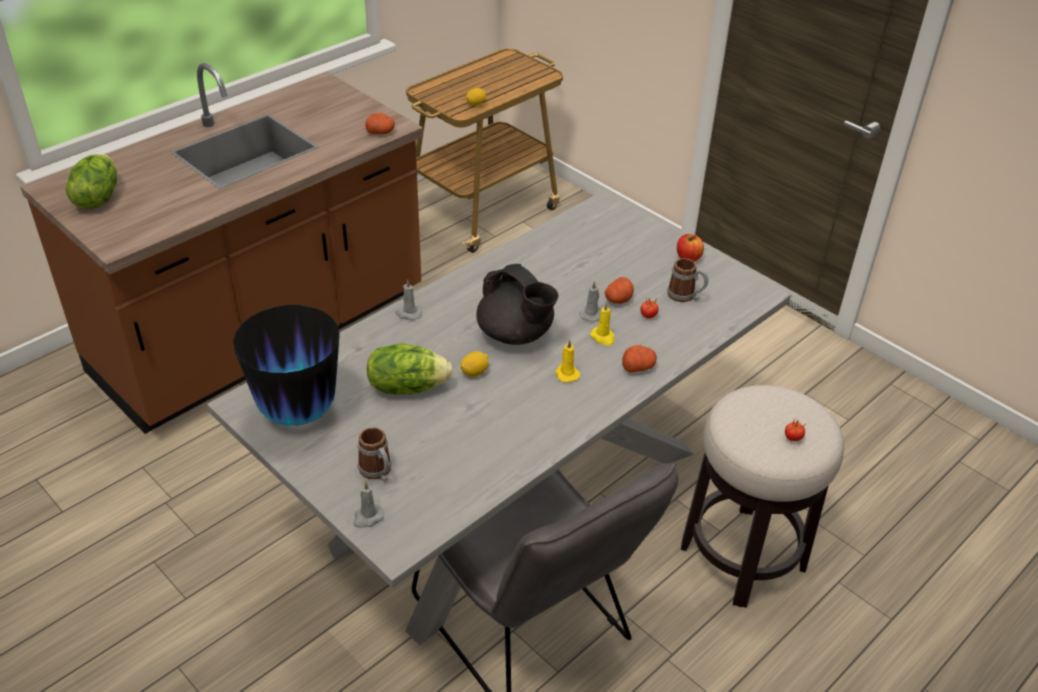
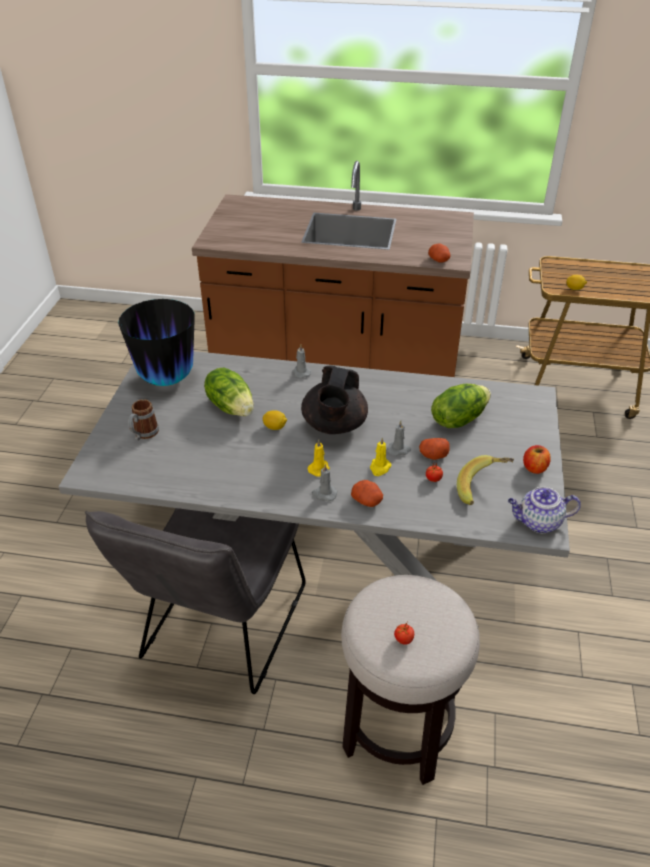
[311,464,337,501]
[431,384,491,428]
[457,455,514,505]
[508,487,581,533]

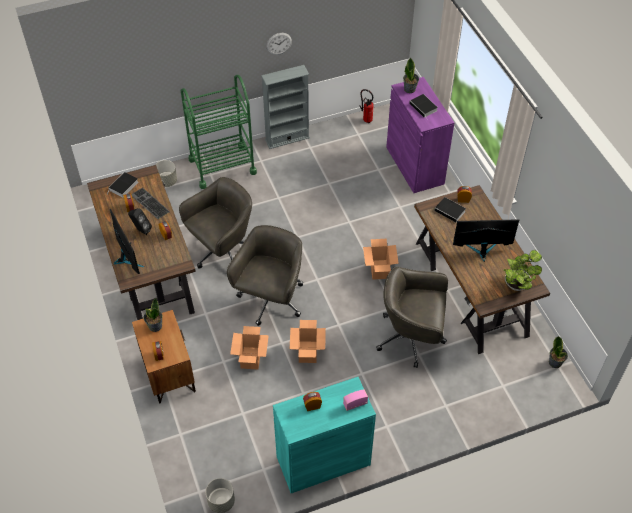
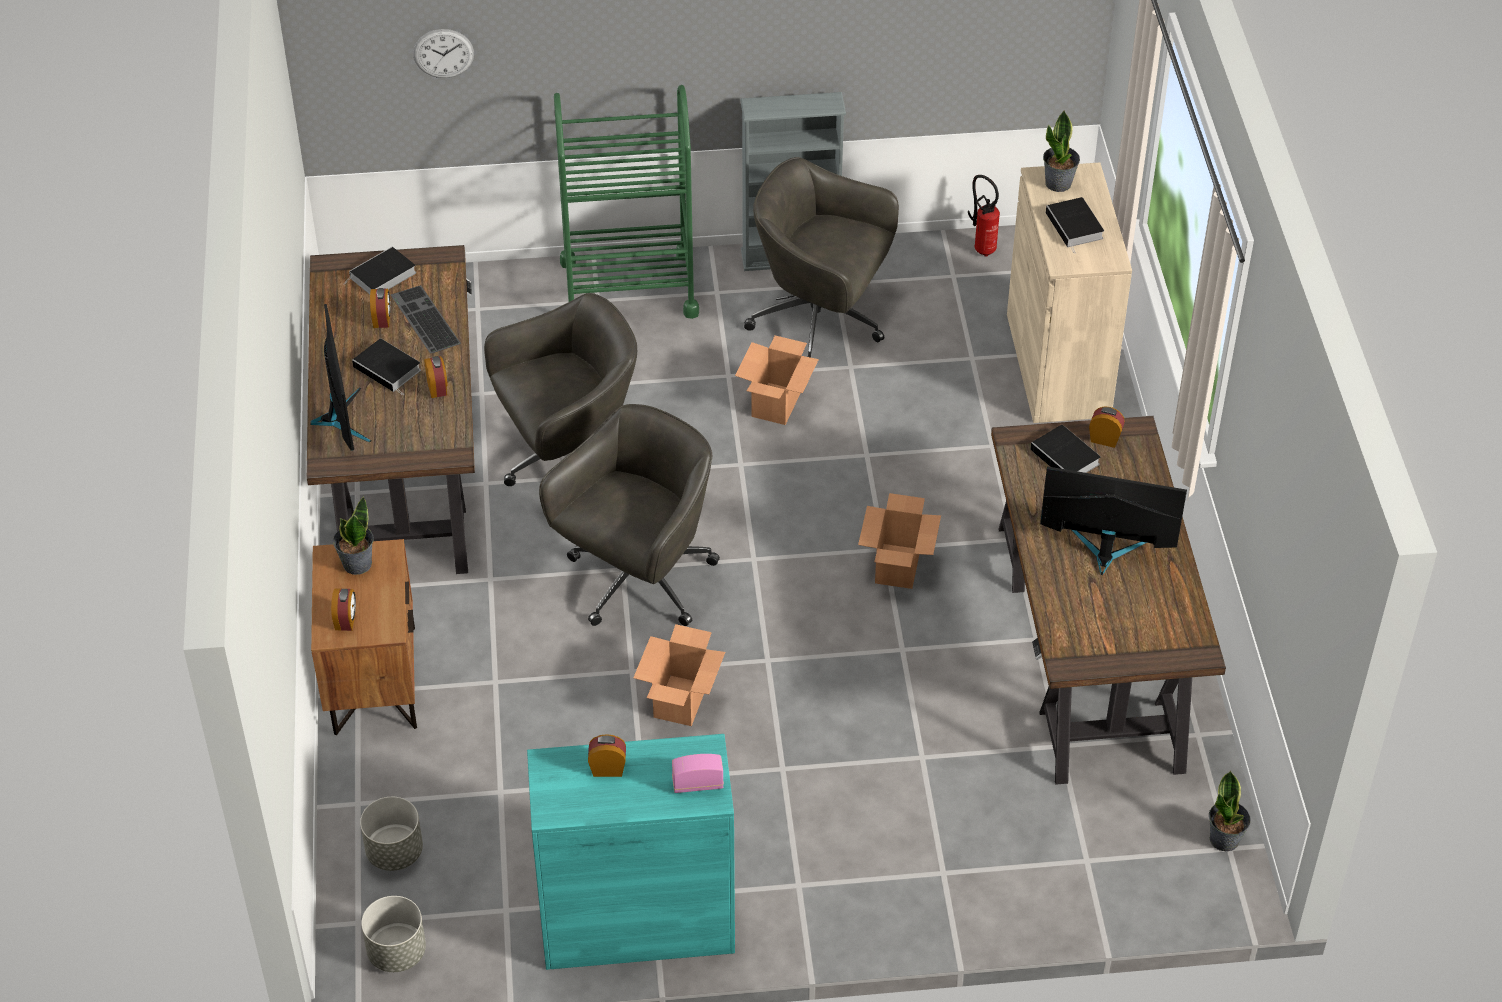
[352,339,421,395]
[360,797,423,871]
[413,29,474,78]
[735,336,819,425]
[744,157,899,358]
[1007,162,1132,423]
[504,250,542,291] (first image)

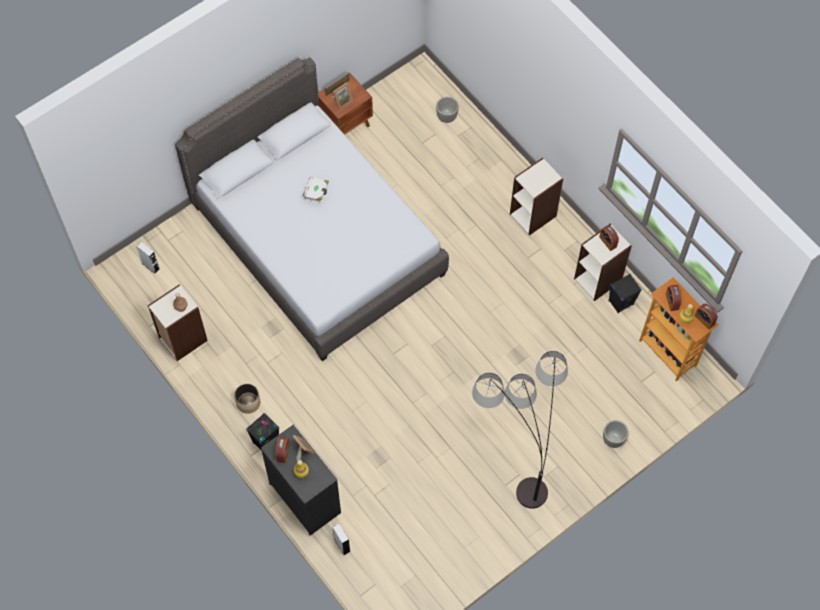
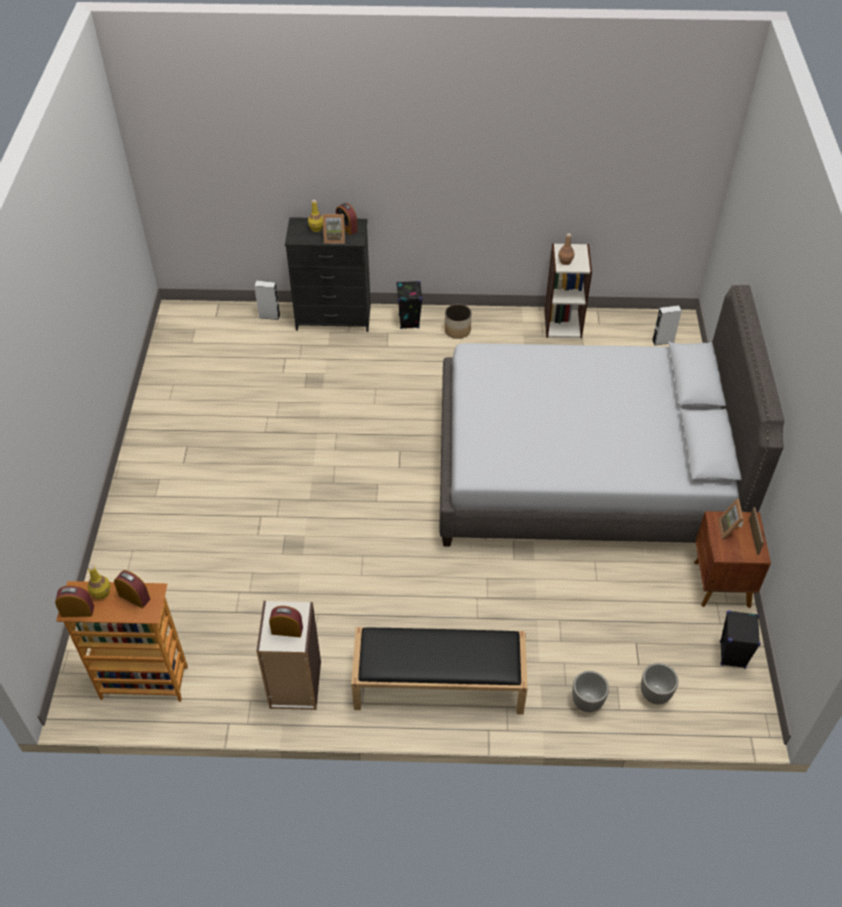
[351,627,528,714]
[572,671,609,712]
[720,610,761,669]
[302,177,329,203] (first image)
[472,351,568,509] (first image)

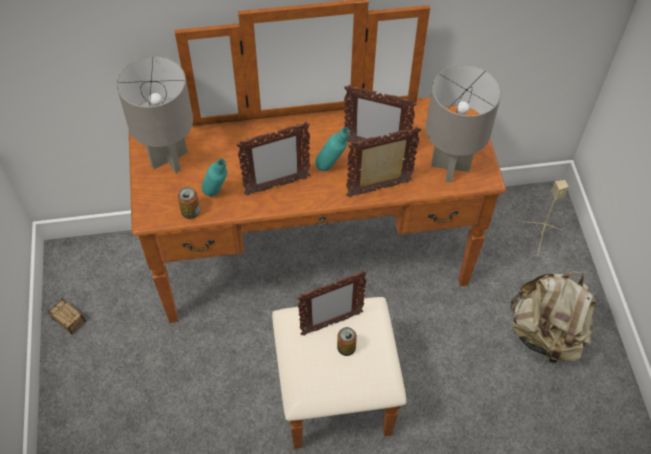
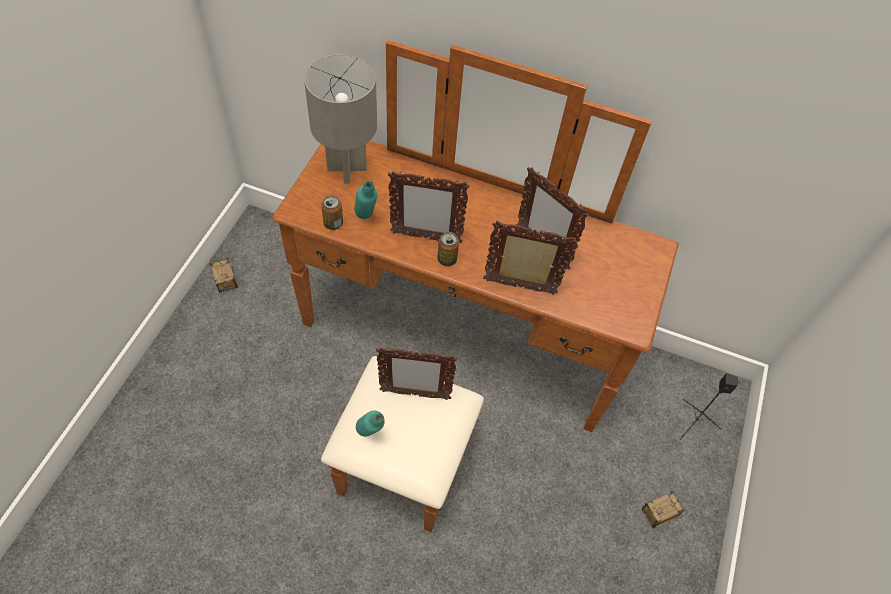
[356,410,385,437]
[437,232,459,266]
[642,491,685,529]
[679,373,738,440]
[426,64,501,183] (first image)

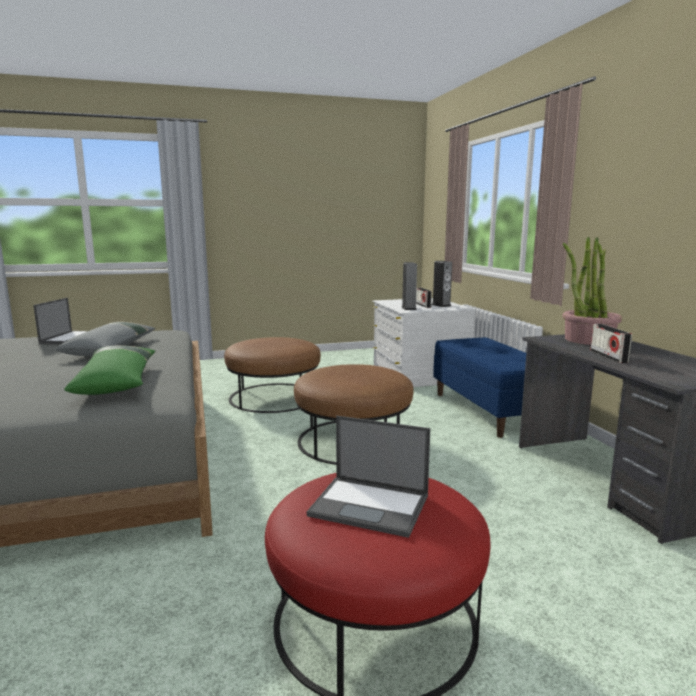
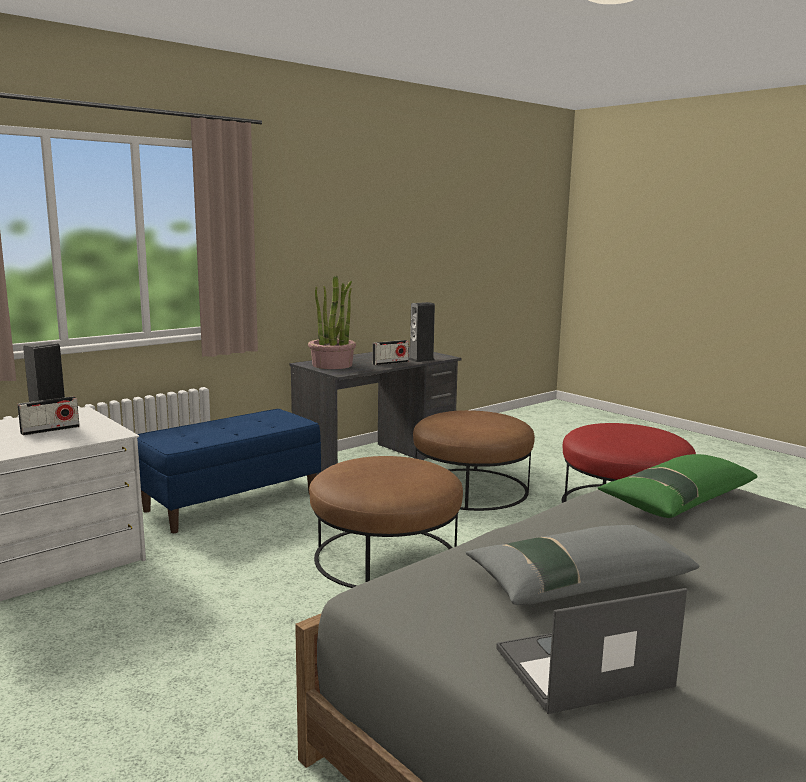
[408,302,435,362]
[413,410,535,511]
[307,416,431,538] (first image)

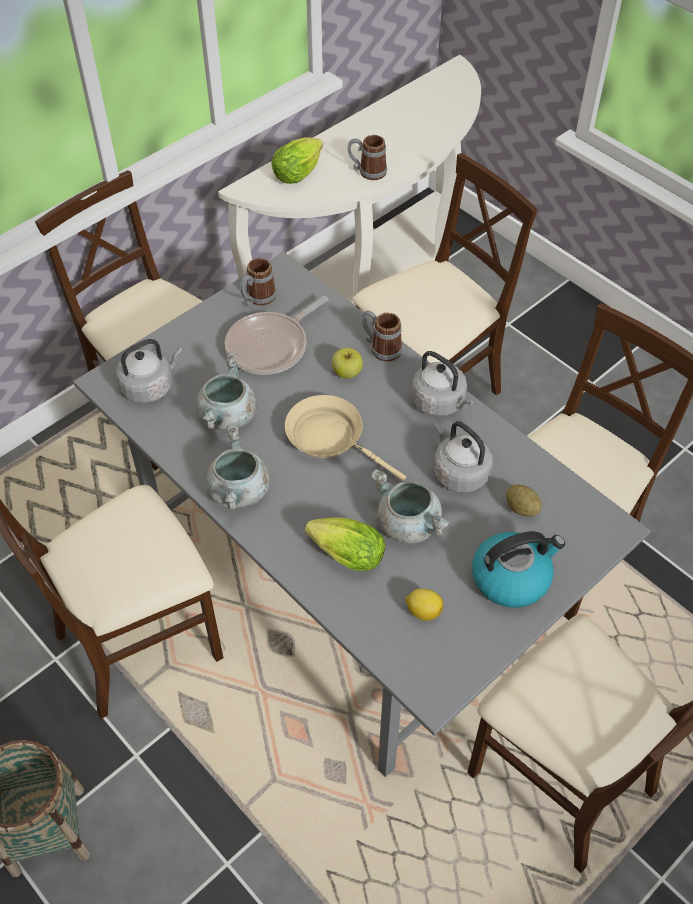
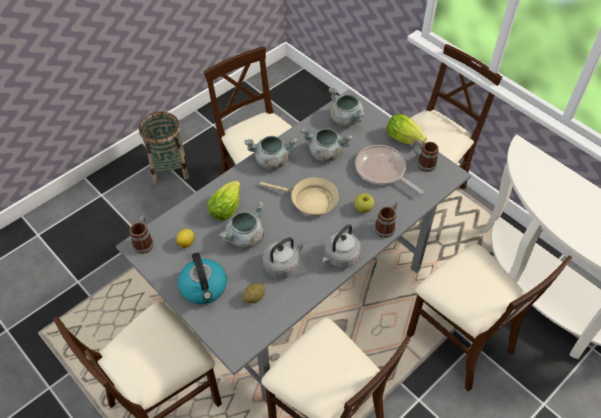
[130,215,154,254]
[260,178,339,216]
[328,87,365,126]
[387,114,427,145]

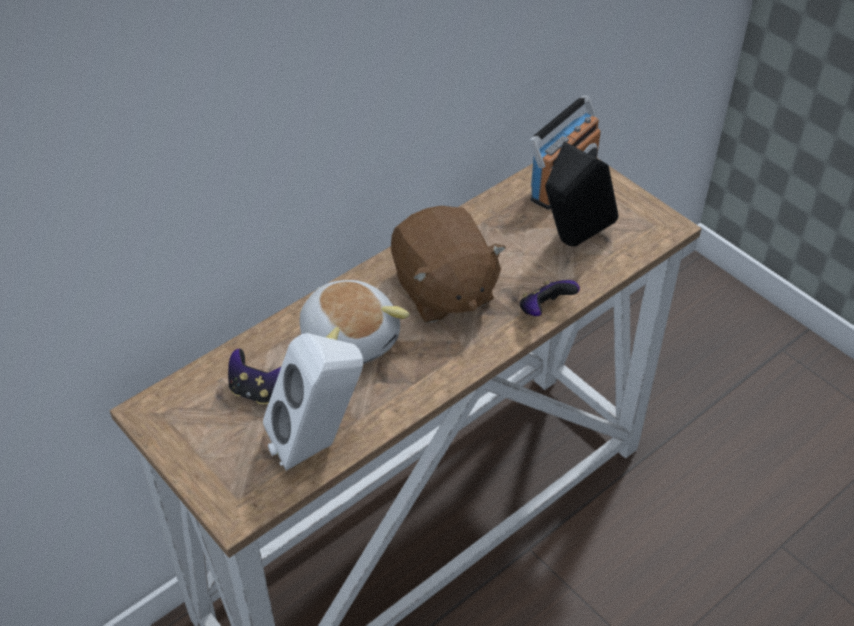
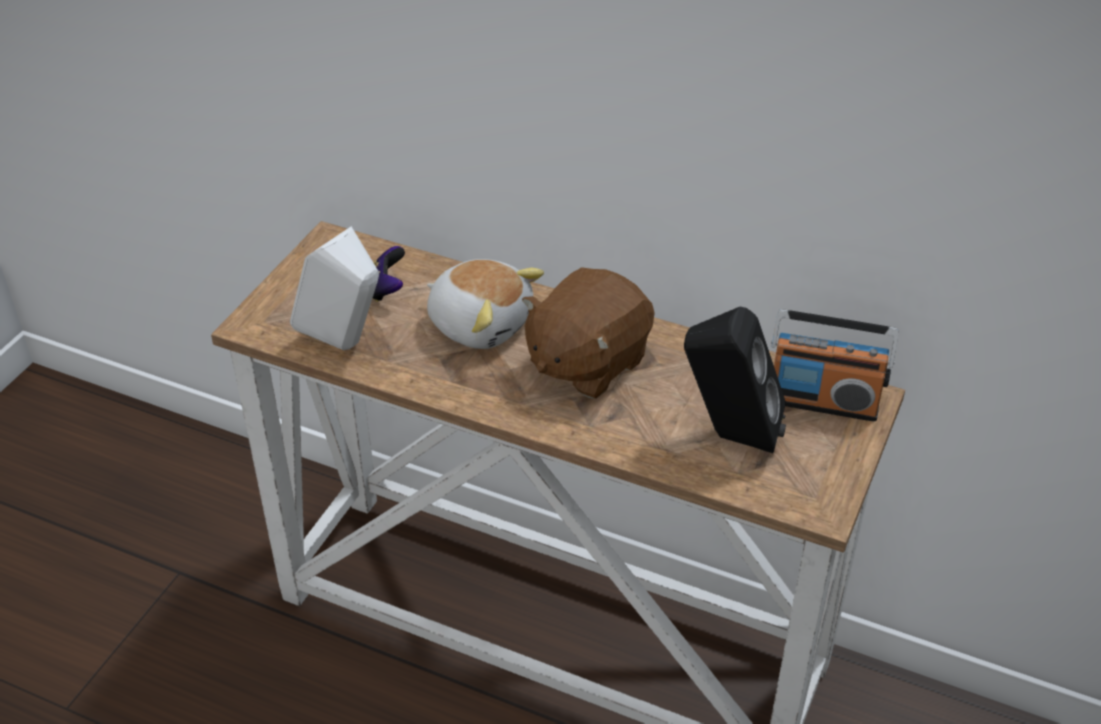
[427,259,544,349]
[519,280,580,316] (first image)

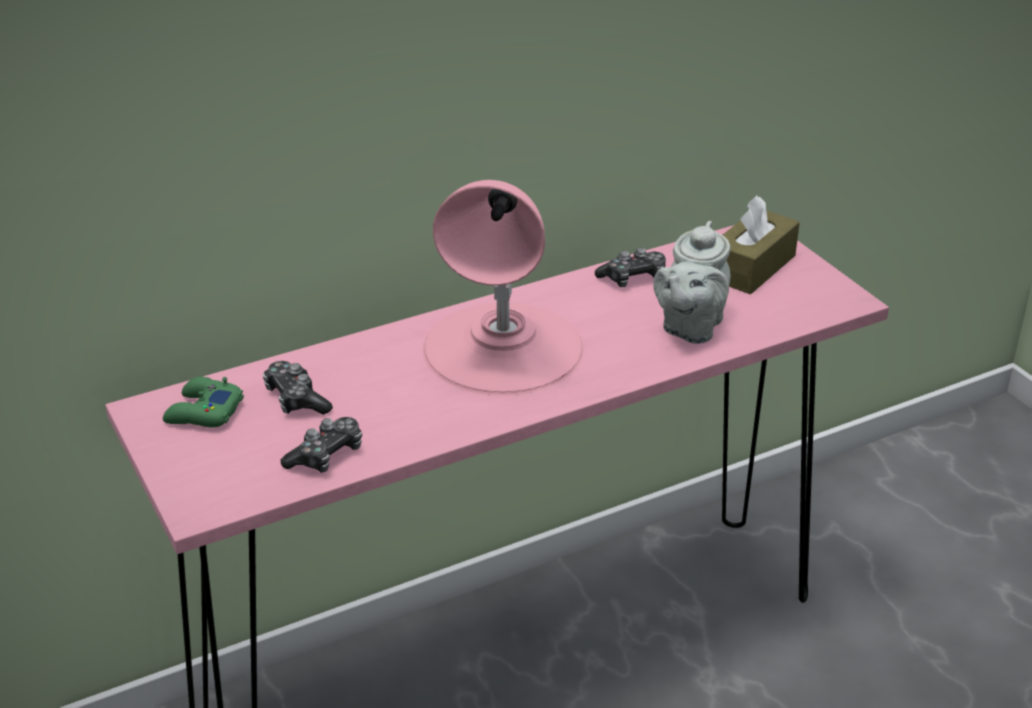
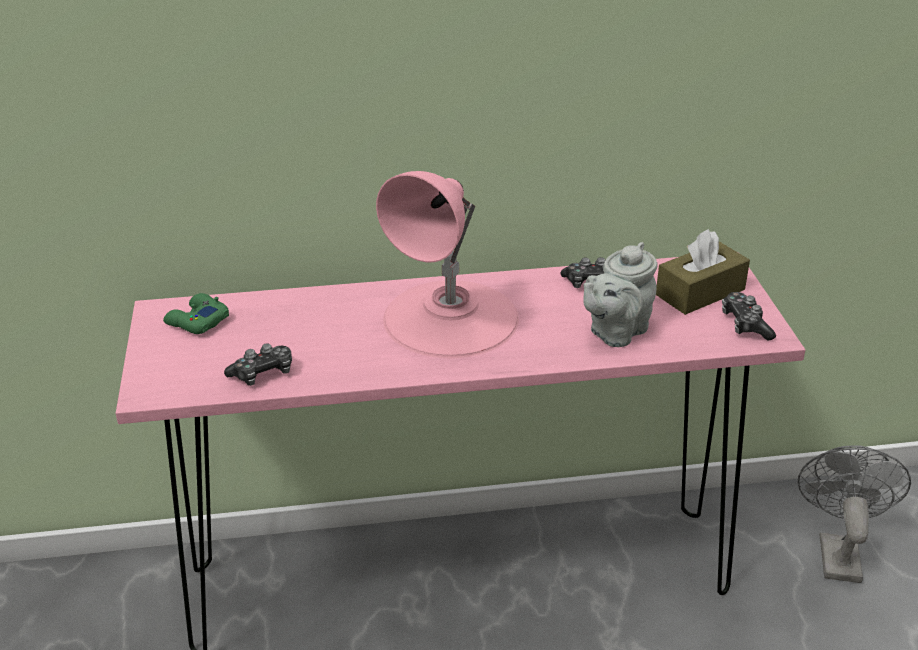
[722,292,776,340]
[797,445,911,583]

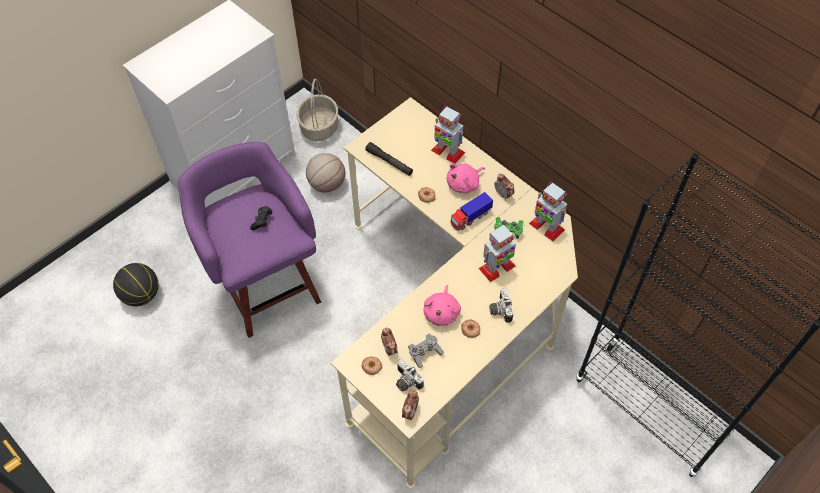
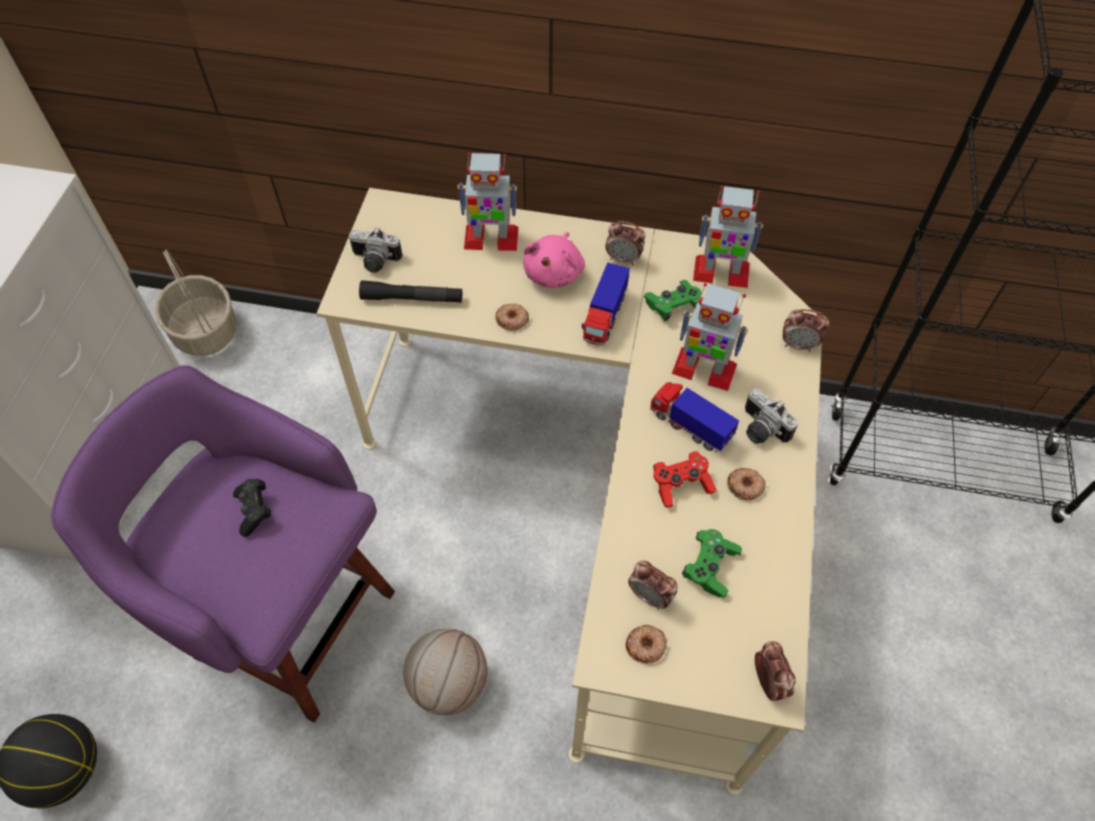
[349,228,403,273]
[403,629,488,715]
[650,382,739,452]
[653,451,716,507]
[672,283,748,391]
[682,529,742,598]
[783,309,829,352]

